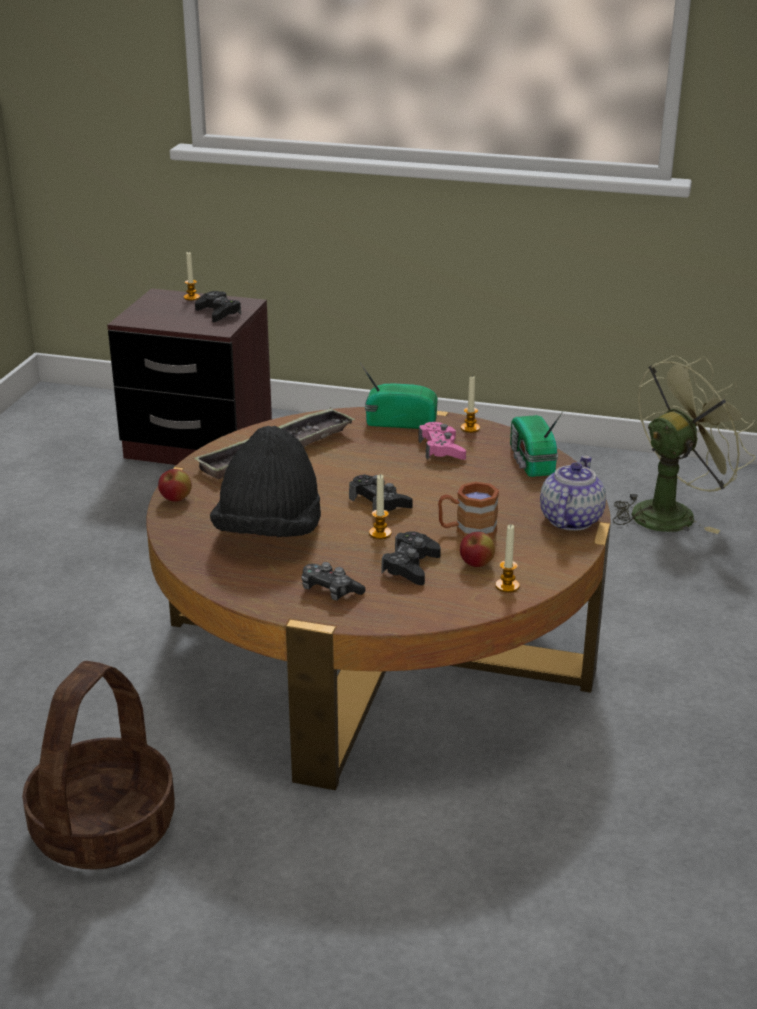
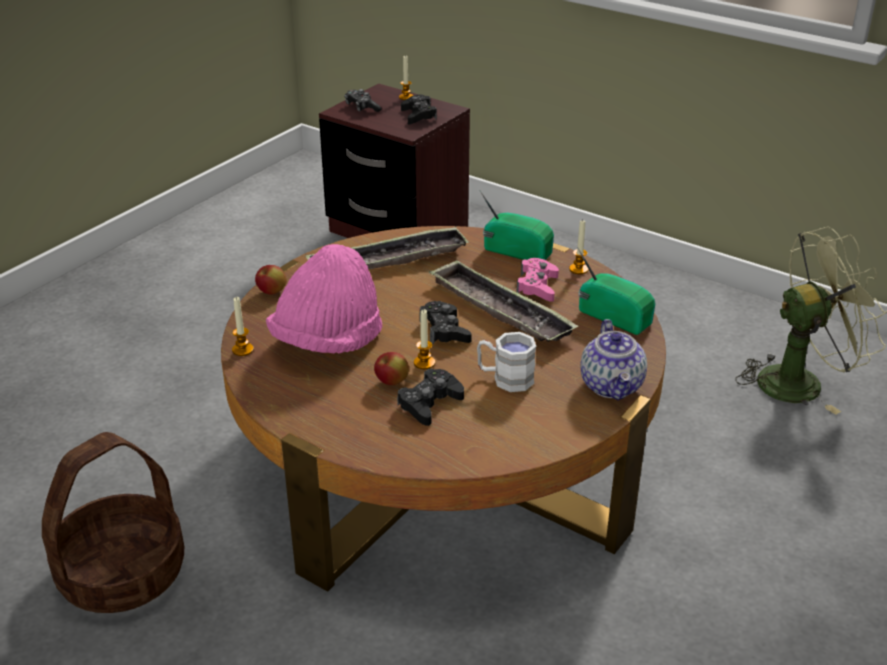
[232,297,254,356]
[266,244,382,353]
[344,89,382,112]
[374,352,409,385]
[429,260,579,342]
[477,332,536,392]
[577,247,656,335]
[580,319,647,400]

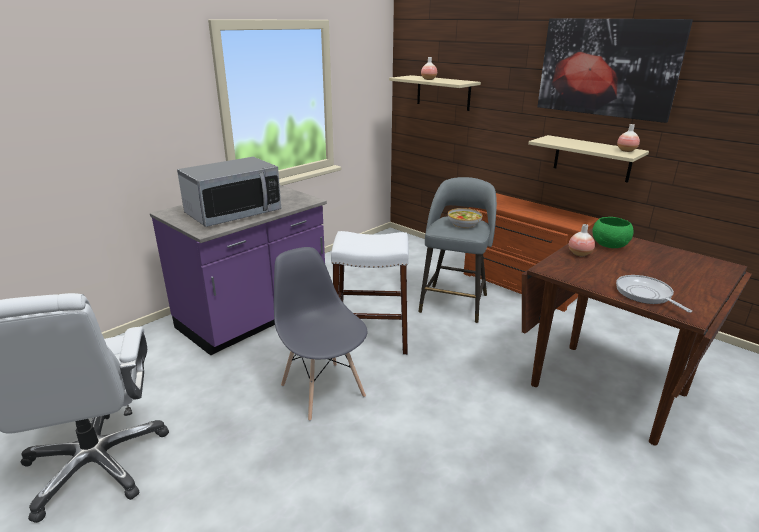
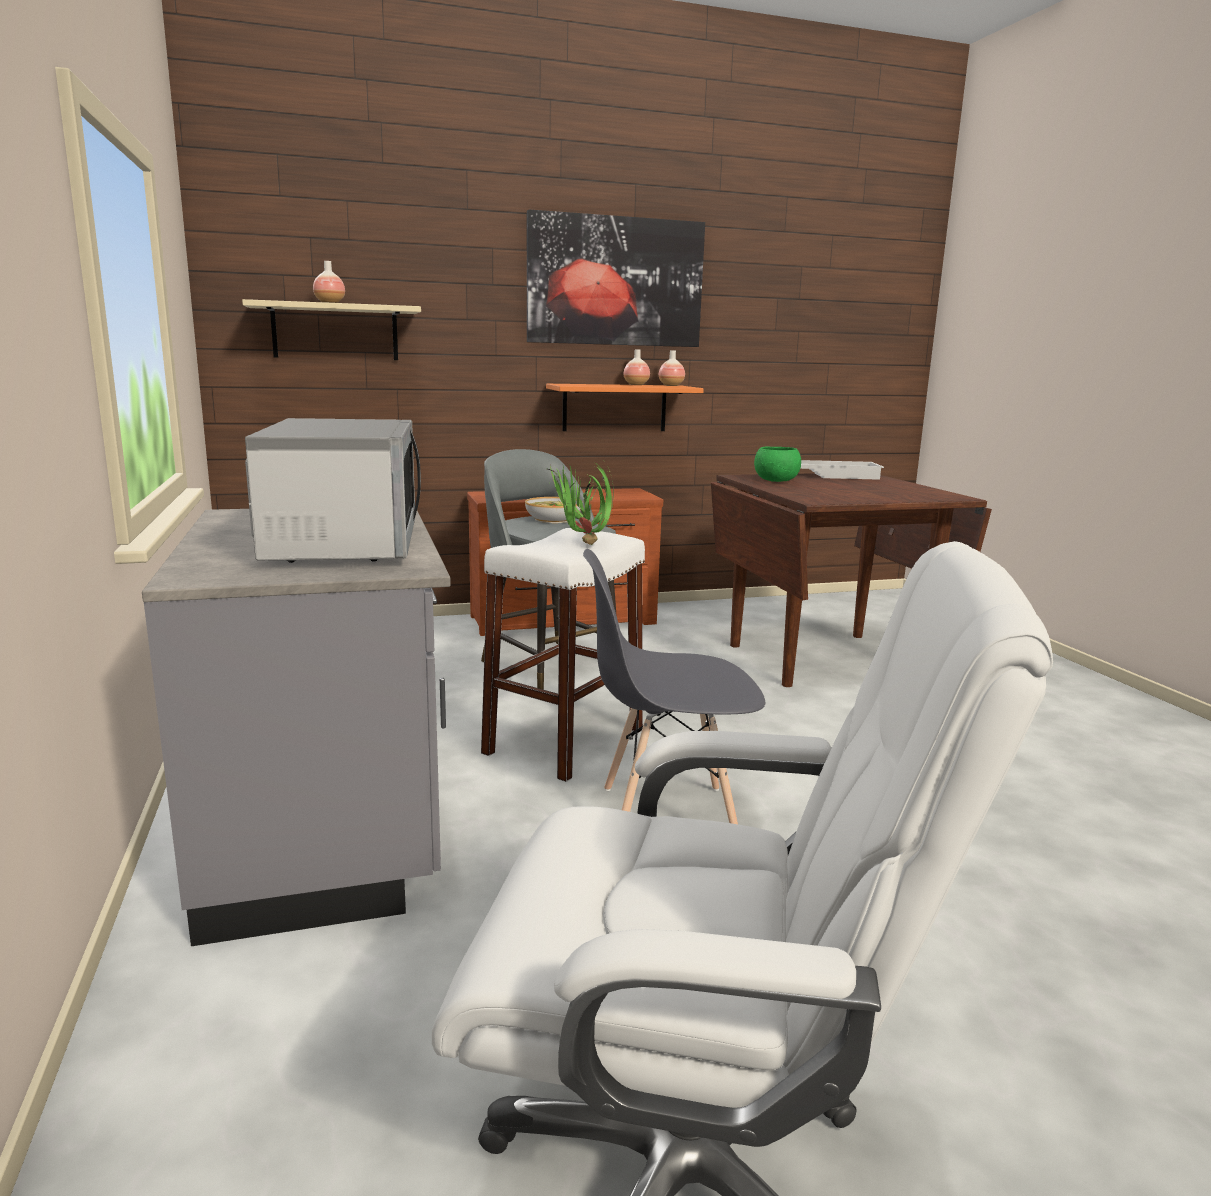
[142,509,451,946]
[544,459,614,545]
[546,384,704,431]
[624,349,650,385]
[800,460,884,480]
[616,275,692,313] (first image)

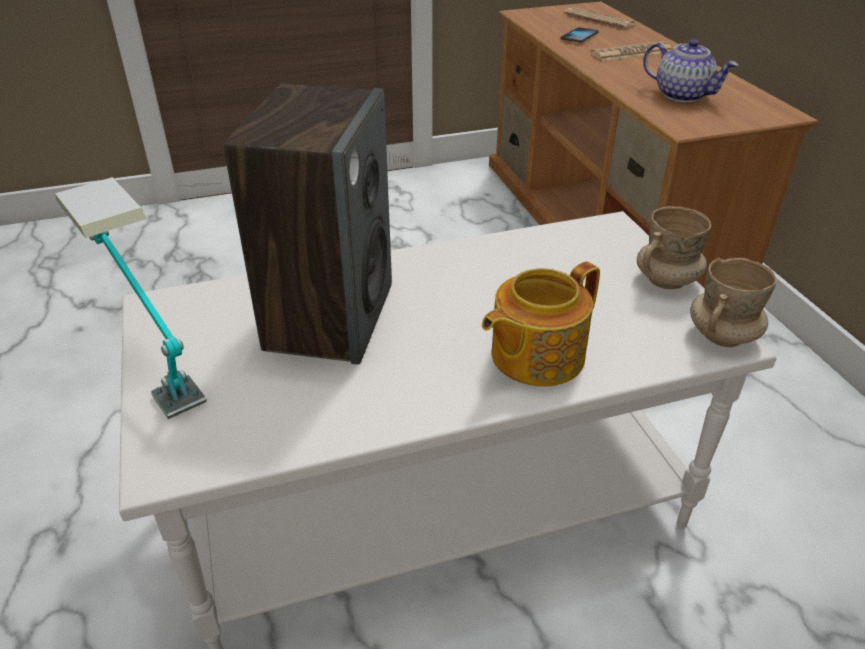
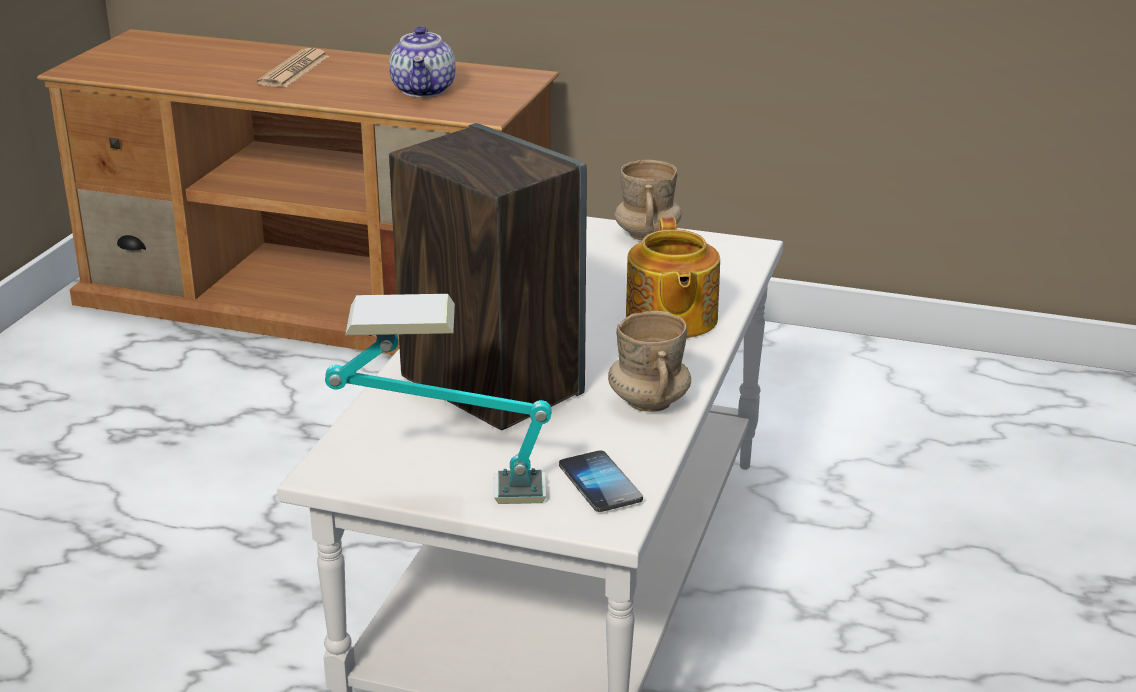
[389,27,456,97]
[559,451,643,512]
[608,311,691,412]
[564,7,635,28] (first image)

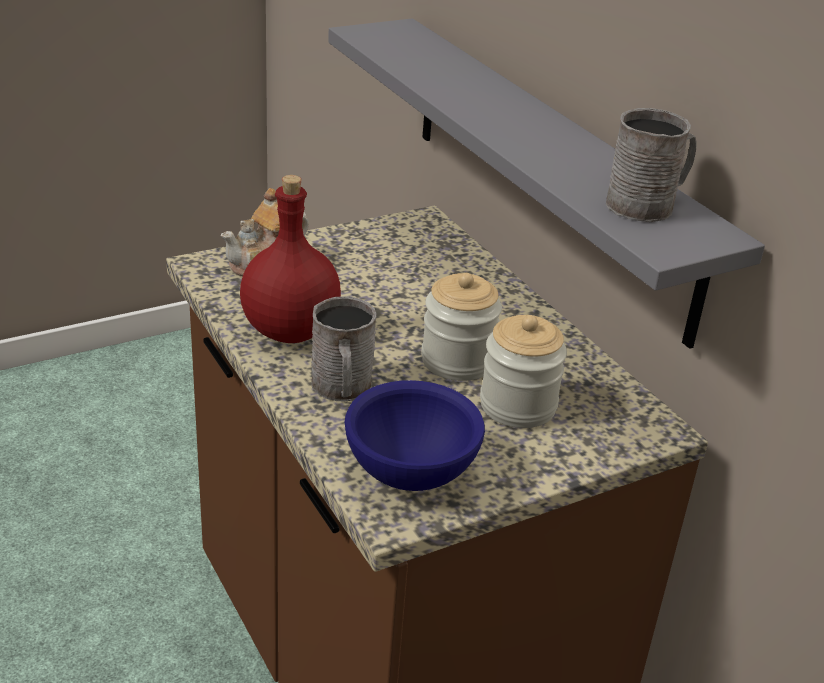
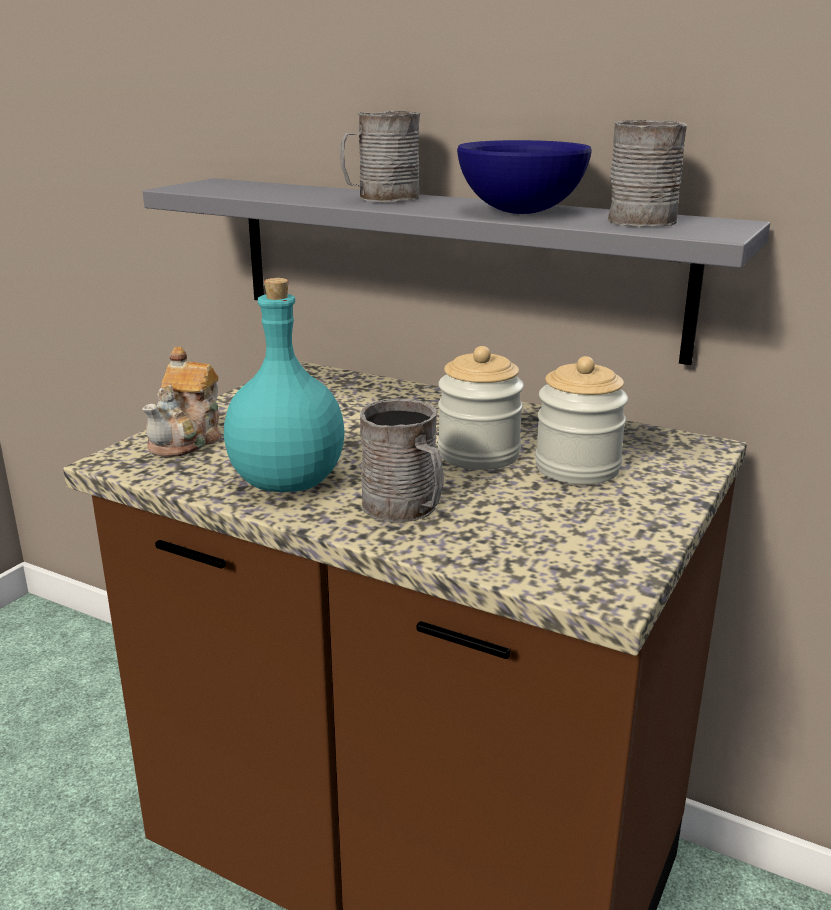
[224,278,345,492]
[340,111,420,203]
[457,140,592,214]

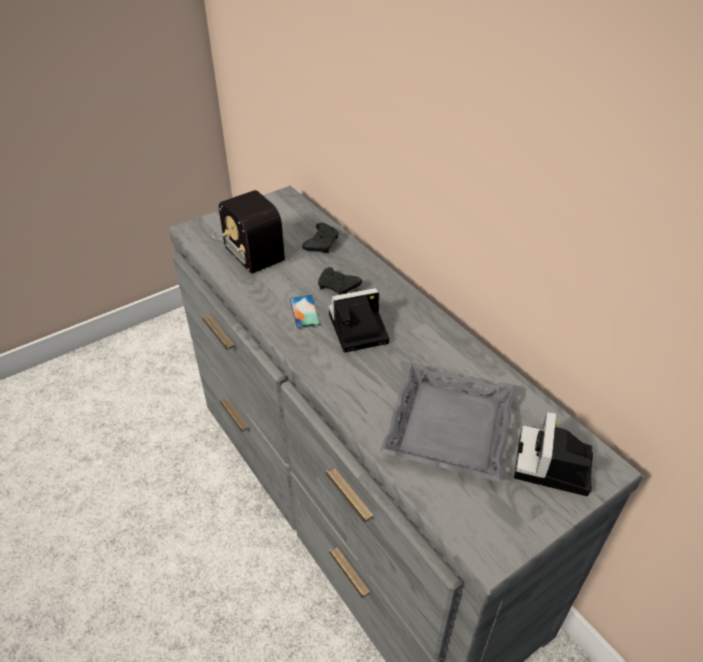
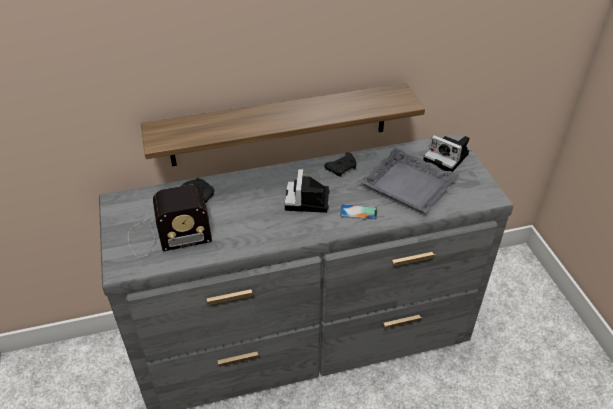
[141,83,425,166]
[324,152,357,177]
[340,204,377,220]

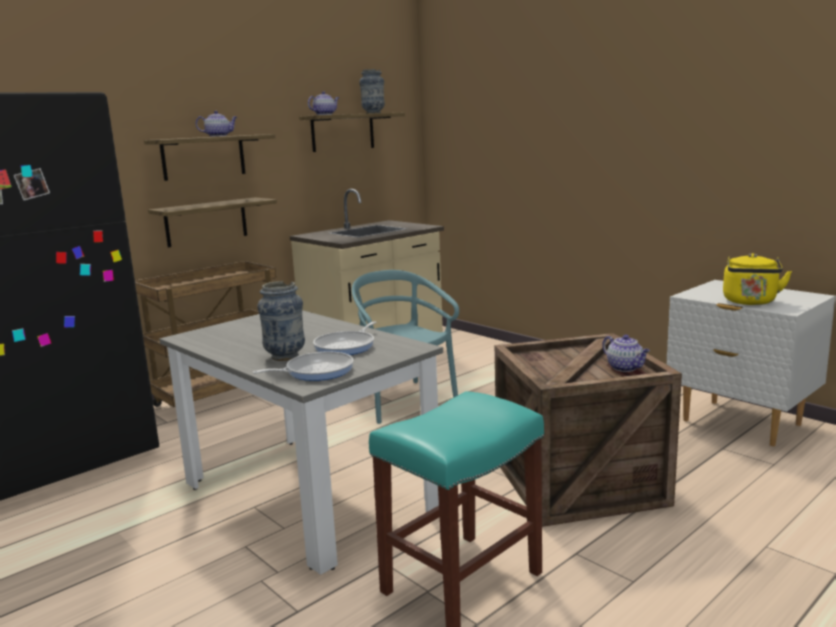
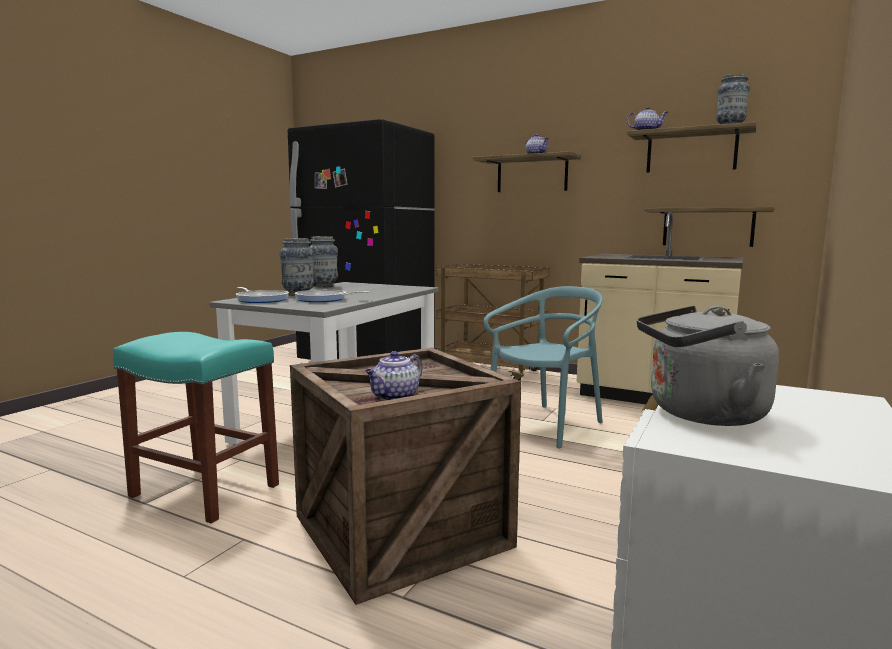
[309,236,338,288]
[637,306,779,426]
[644,207,775,247]

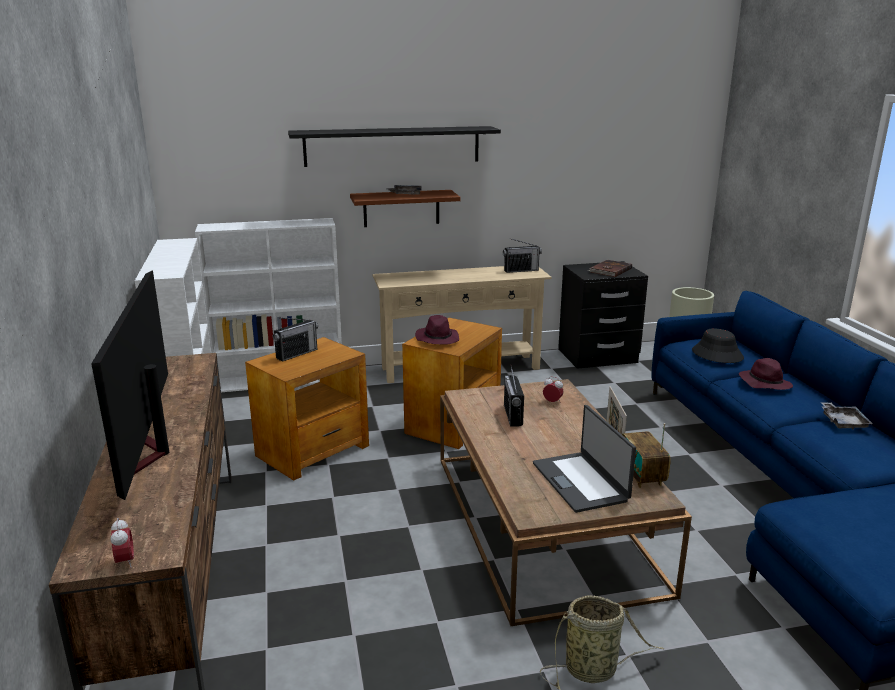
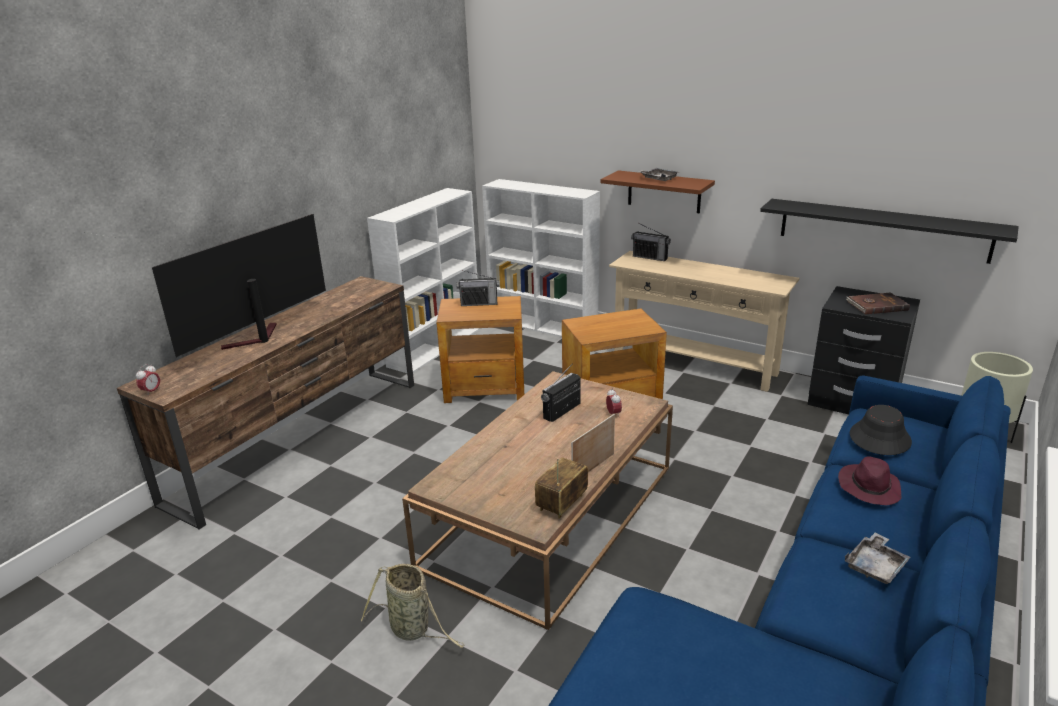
[631,223,671,261]
[760,199,1019,264]
[415,315,459,344] (first image)
[533,405,636,513] (first image)

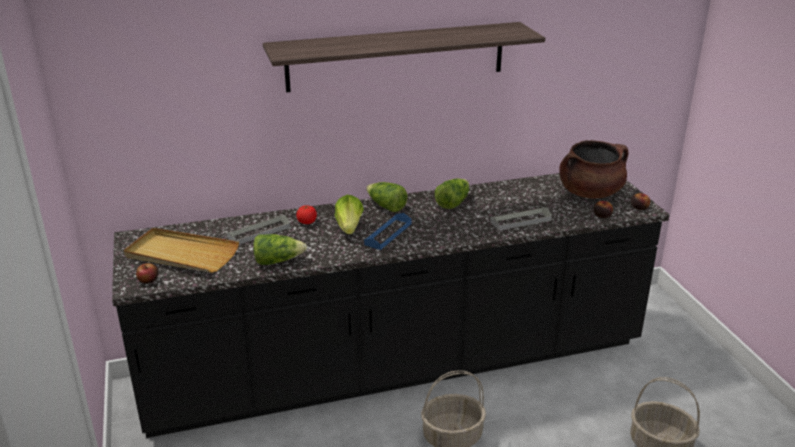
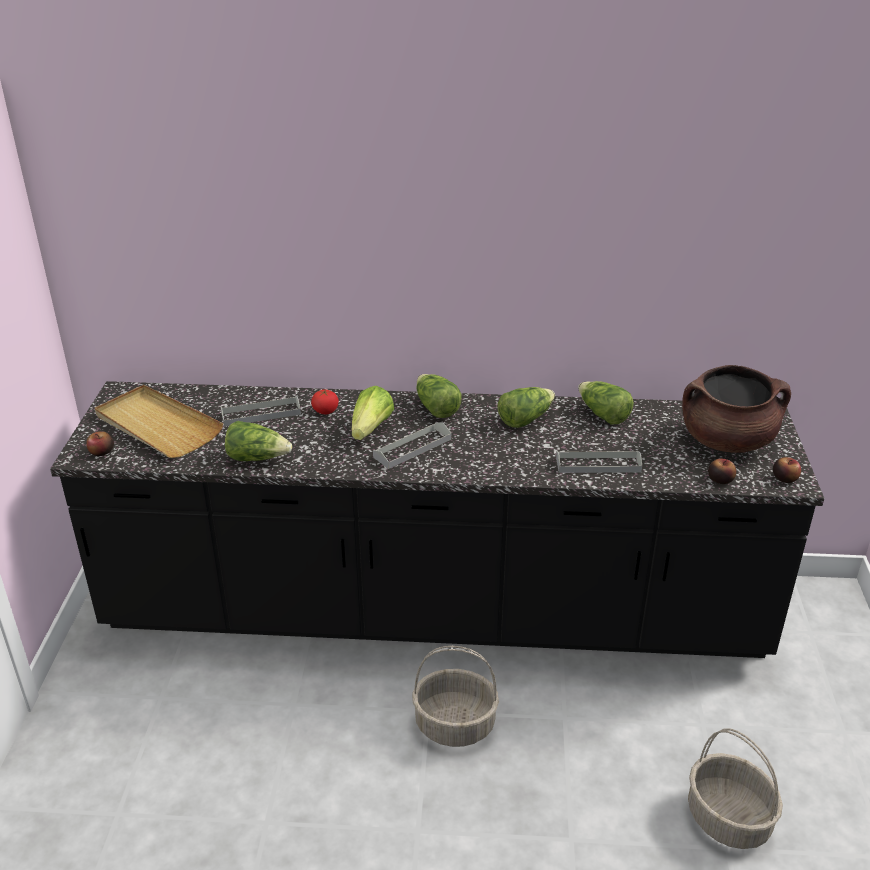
[373,422,451,469]
[578,381,634,425]
[263,22,545,92] (first image)

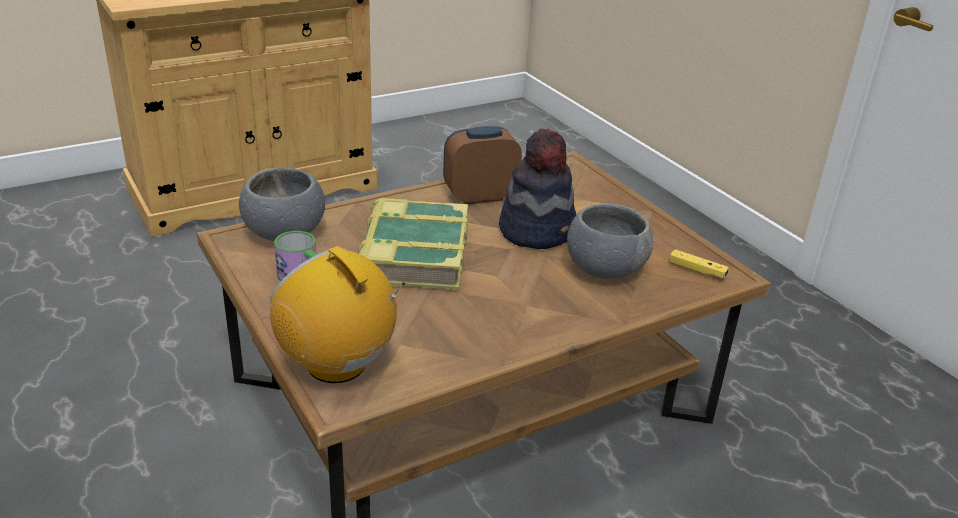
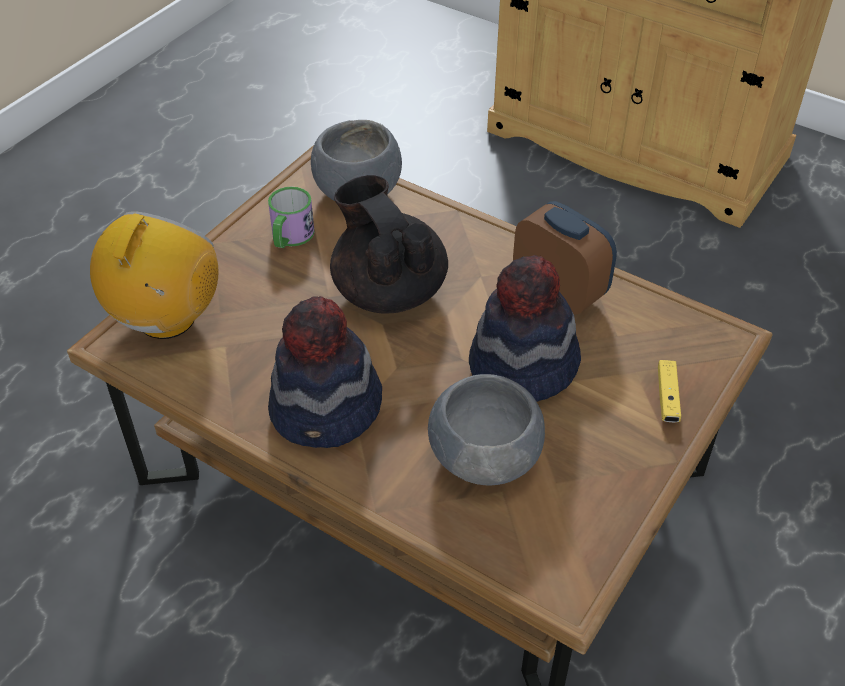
[268,296,382,448]
[330,175,448,313]
[658,360,681,422]

